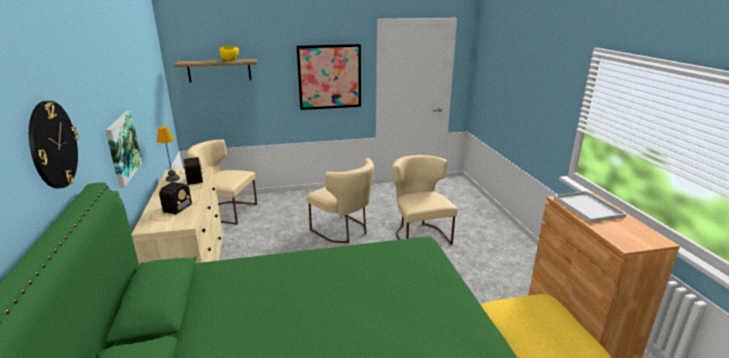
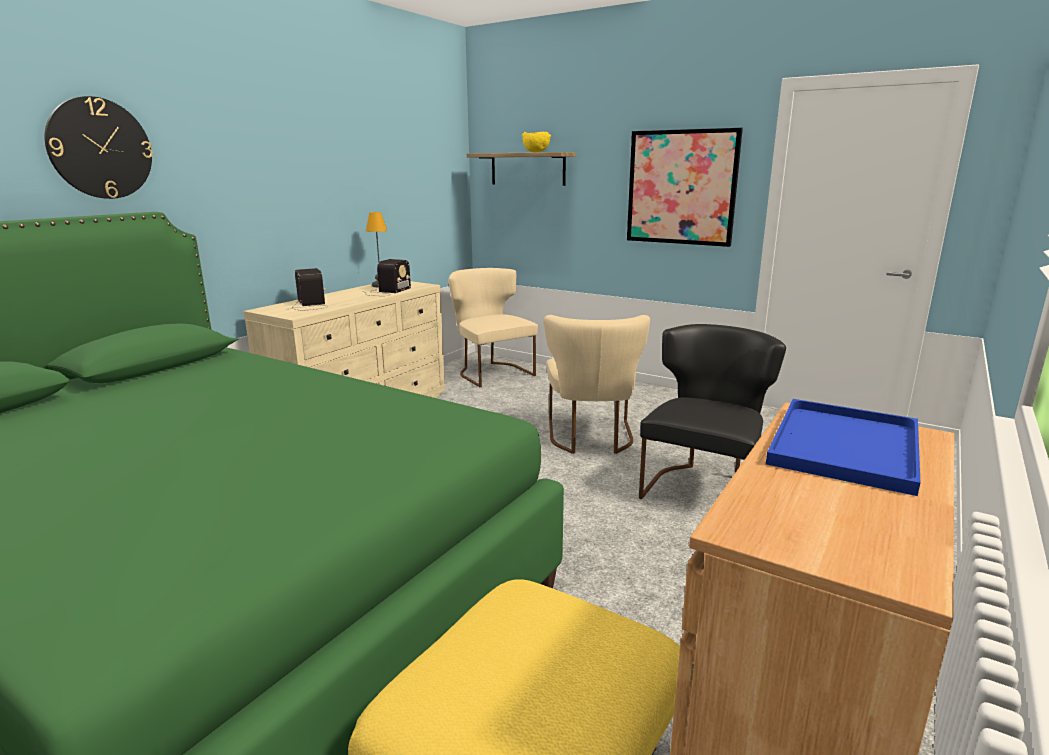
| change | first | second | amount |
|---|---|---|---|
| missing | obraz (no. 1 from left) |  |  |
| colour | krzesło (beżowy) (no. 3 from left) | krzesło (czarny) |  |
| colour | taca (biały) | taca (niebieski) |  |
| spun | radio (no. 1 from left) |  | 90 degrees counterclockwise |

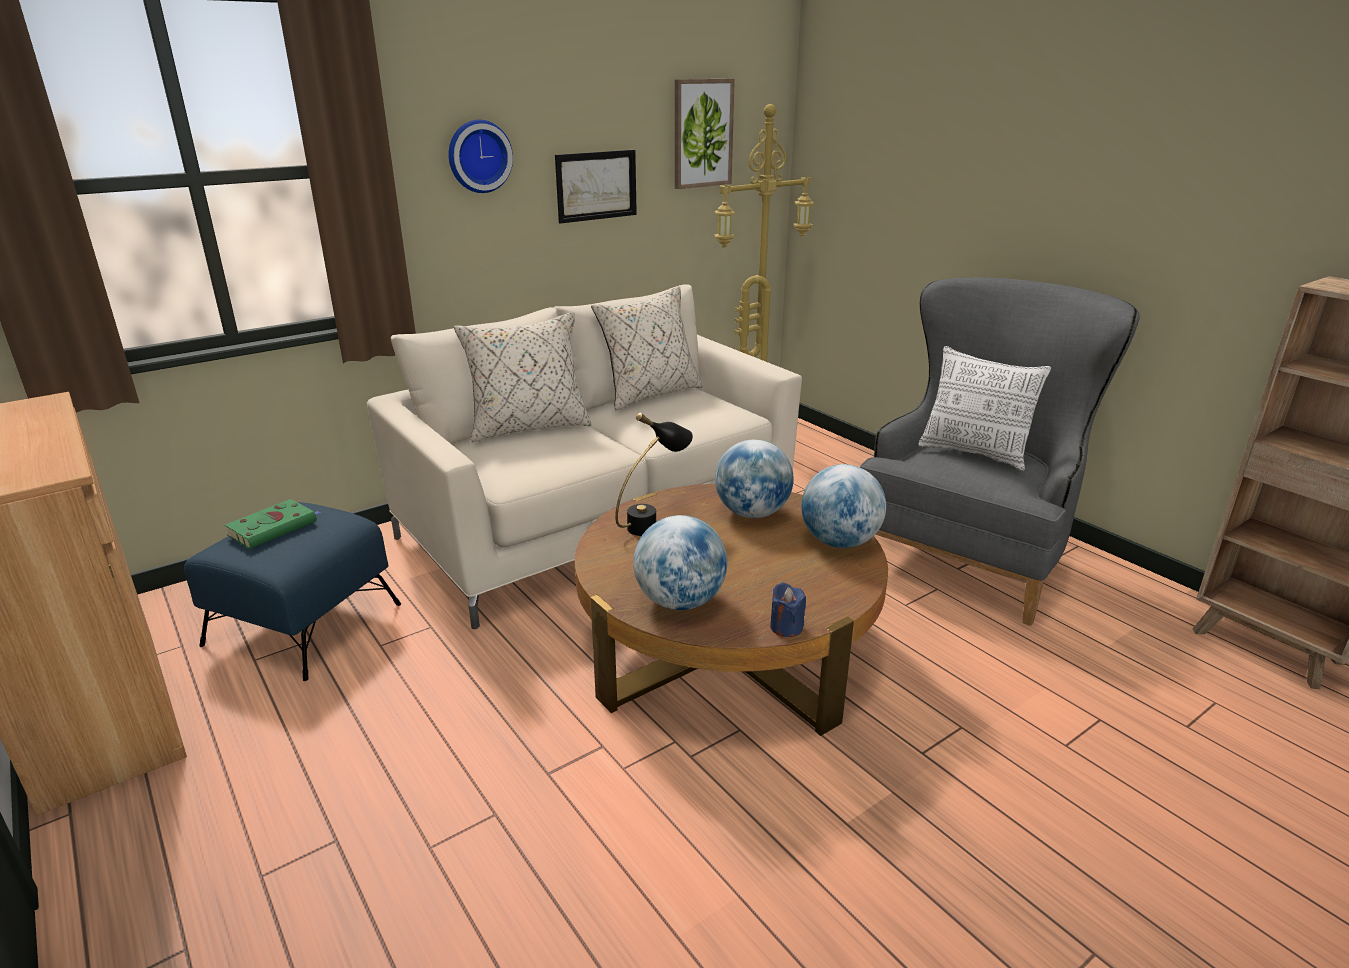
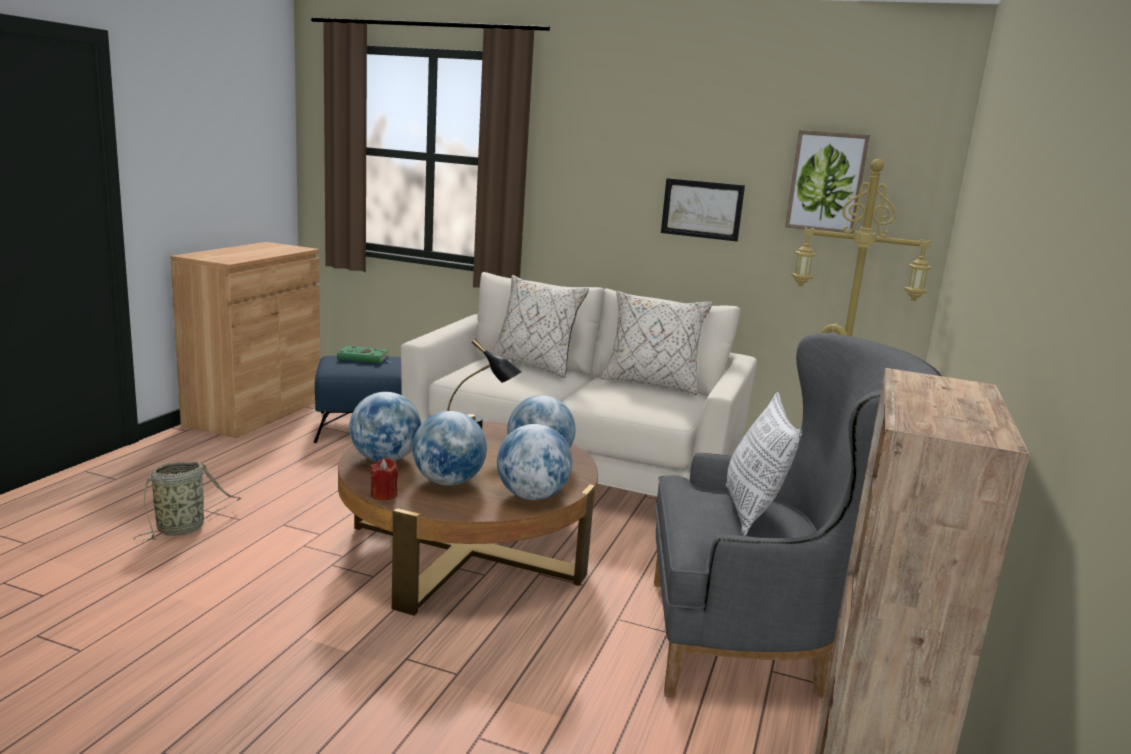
| change | first | second | amount |
|---|---|---|---|
| missing | zegar ścienny |  |  |
| appeared |  | koszyk |  |
| appeared |  | globus (no. 2 from left) |  |
| colour | świeca (niebieski) | świeca (czerwony) |  |

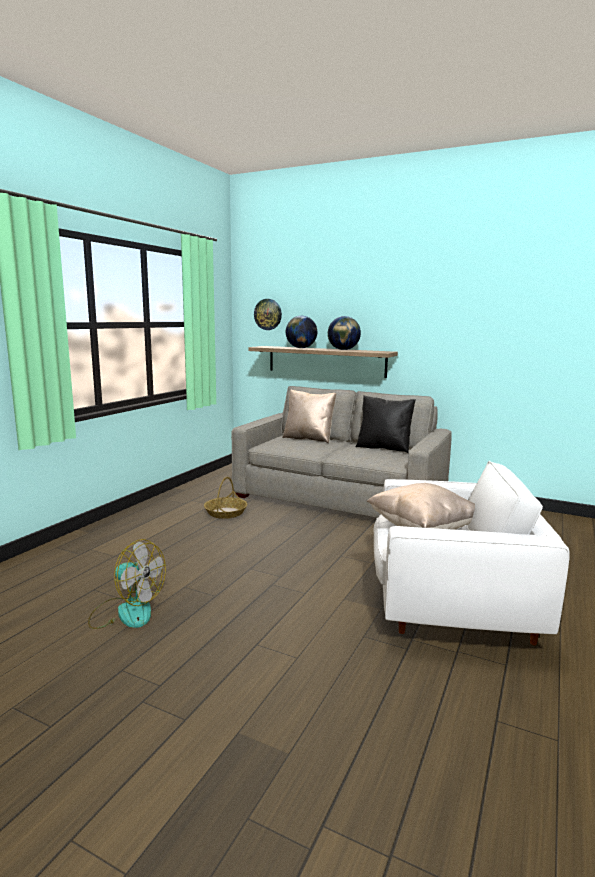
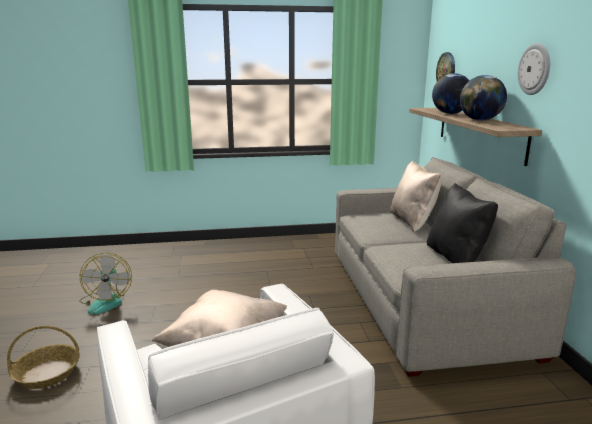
| change | first | second | amount |
|---|---|---|---|
| appeared |  | zegar ścienny (no. 2 from left) |  |
| relocated | koszyk |  |  |

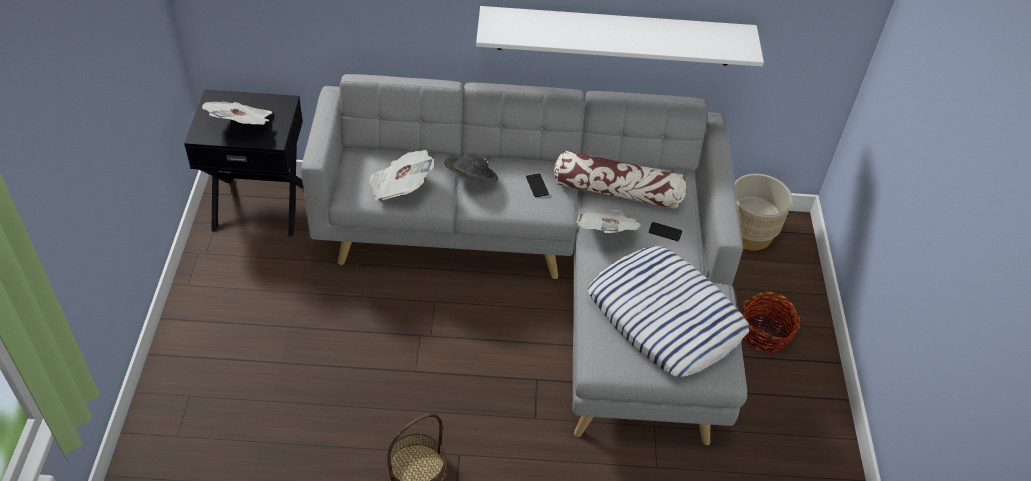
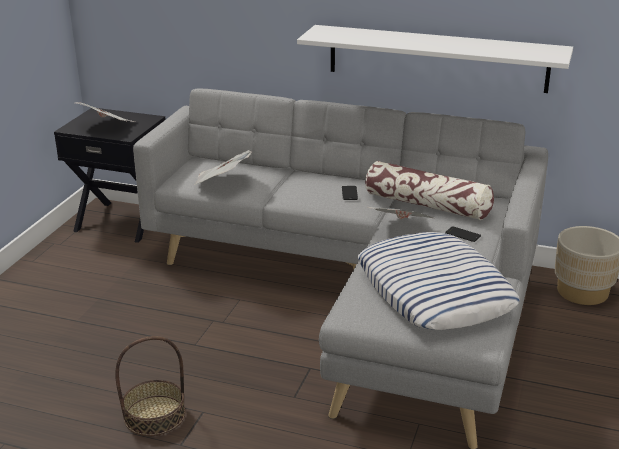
| change | first | second | amount |
|---|---|---|---|
| missing | kapelusz (szary) |  |  |
| missing | koszyk (no. 2 from left) |  |  |

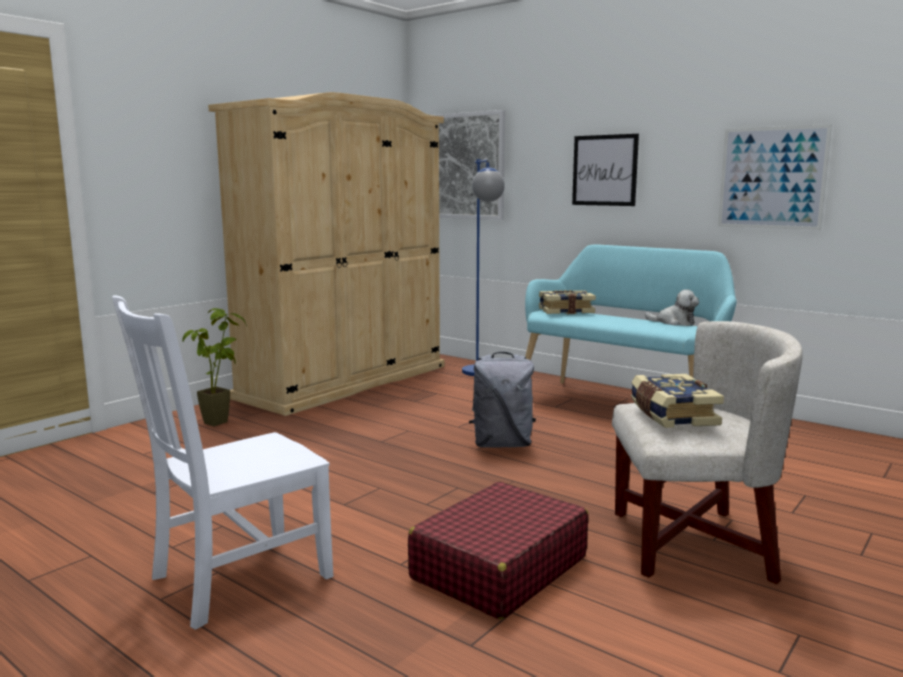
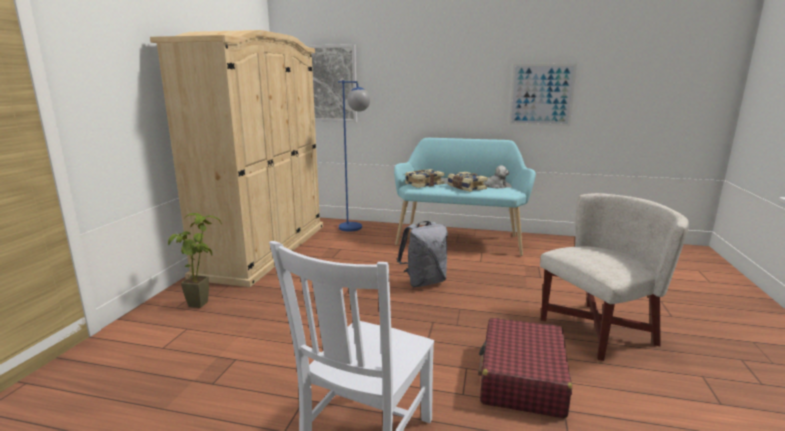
| change | first | second | amount |
|---|---|---|---|
| missing | obraz (no. 2 from left) |  |  |
| relocated | książka (no. 2 from left) |  |  |

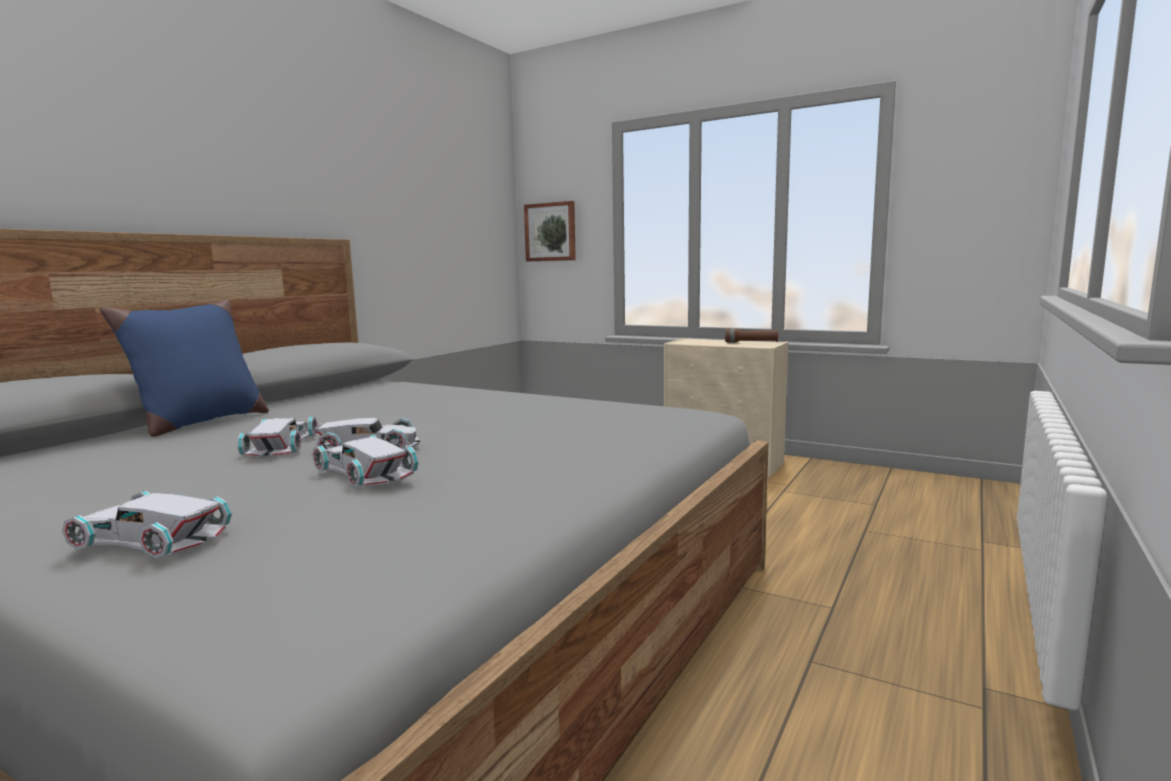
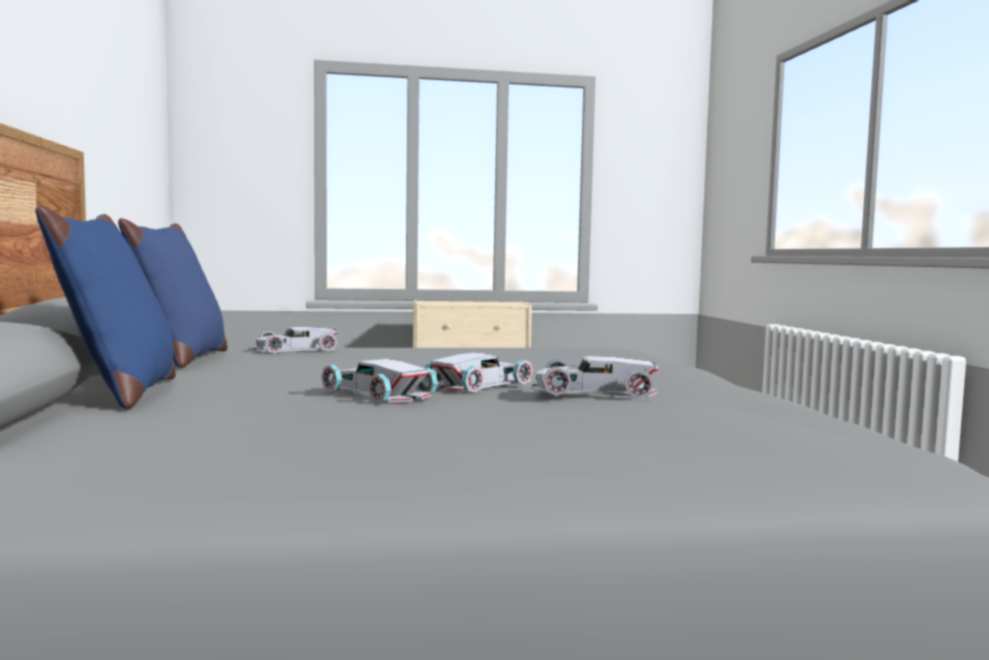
| change | first | second | amount |
|---|---|---|---|
| missing | obraz |  |  |
| missing | latarka (brązowy) |  |  |
| appeared |  | poduszka (niebieski) (no. 2 from left) |  |
| relocated | samochodzik (biały) (no. 1 from left) |  |  |

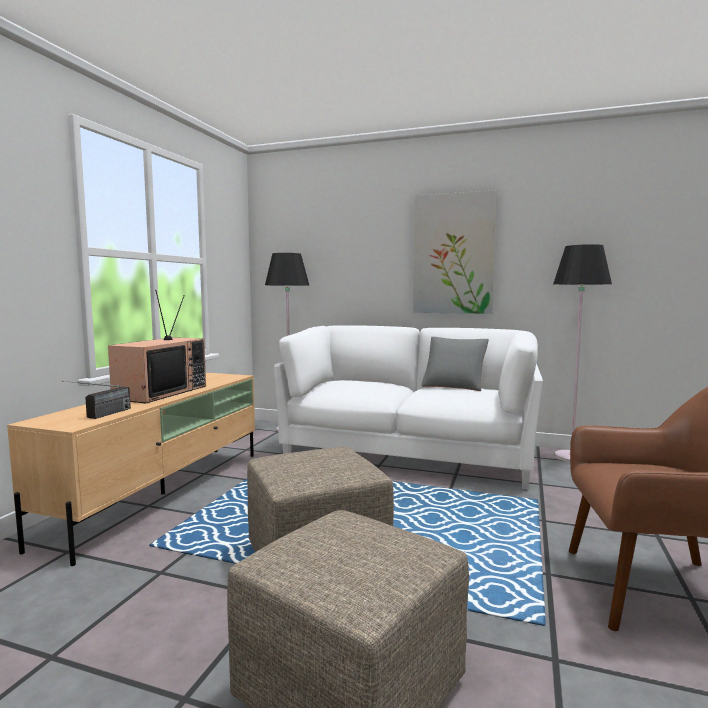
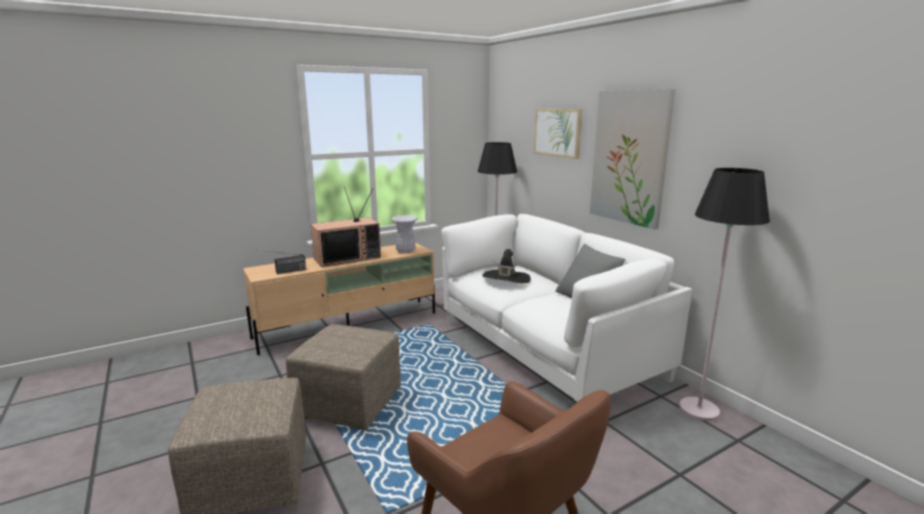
| change | first | second | amount |
|---|---|---|---|
| appeared |  | wazon (biały) |  |
| appeared |  | kapelusz (czarny) |  |
| appeared |  | obraz (no. 1 from left) |  |

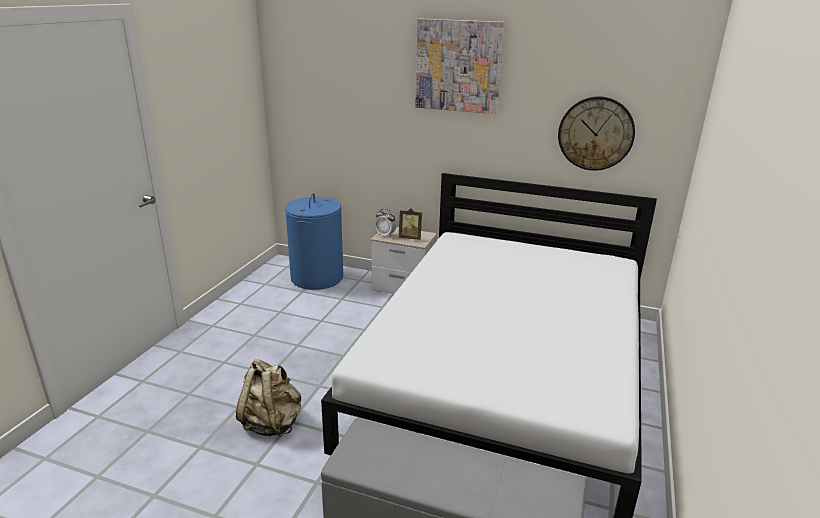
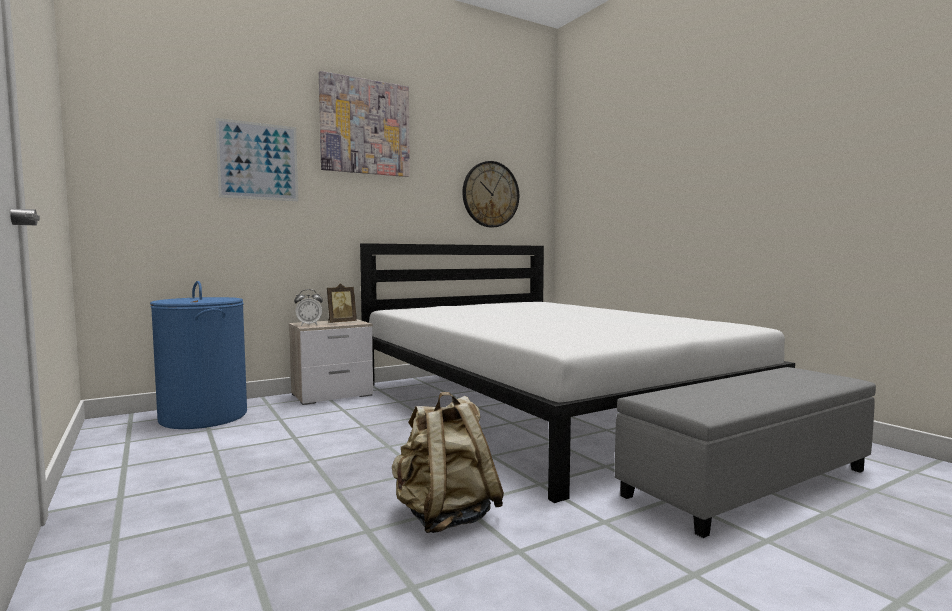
| change | first | second | amount |
|---|---|---|---|
| appeared |  | obraz (no. 1 from left) |  |

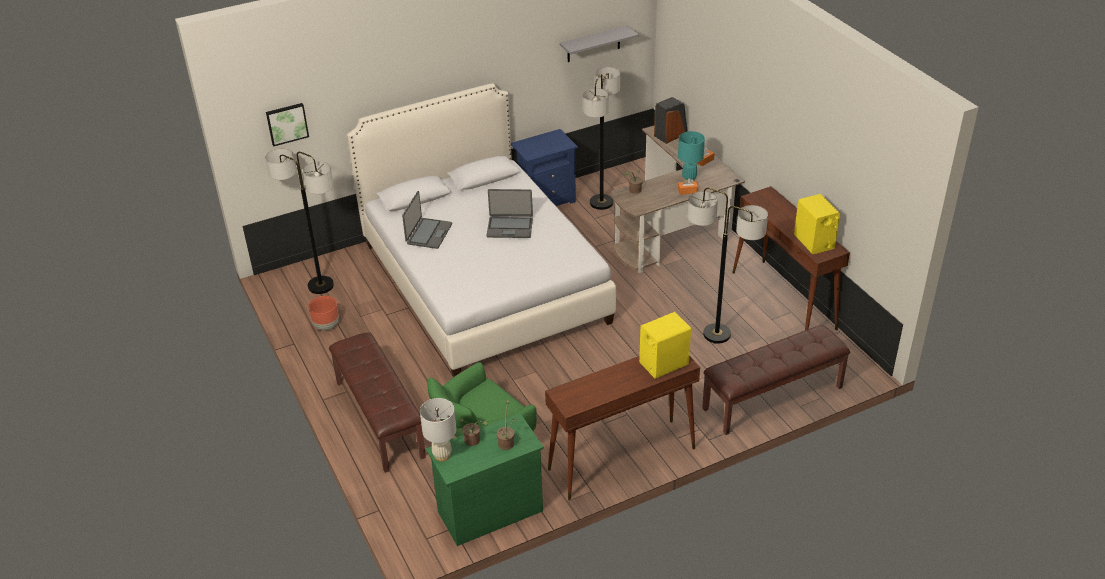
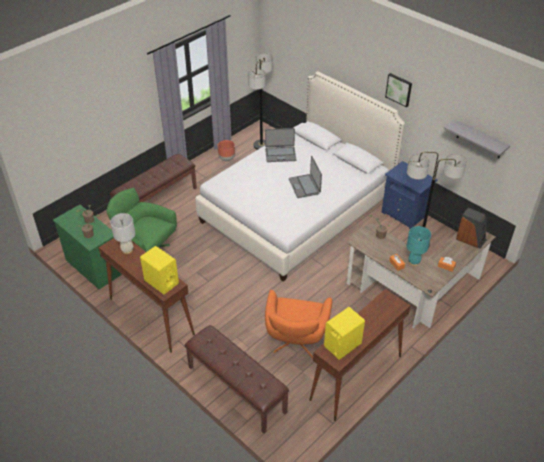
| change | first | second | amount |
|---|---|---|---|
| relocated | obraz |  |  |
| relocated | lampa stołowa (biały) |  |  |
| exchanged | lampa stojąca (no. 3 from left) | fotel (pomarańczowy) |  |

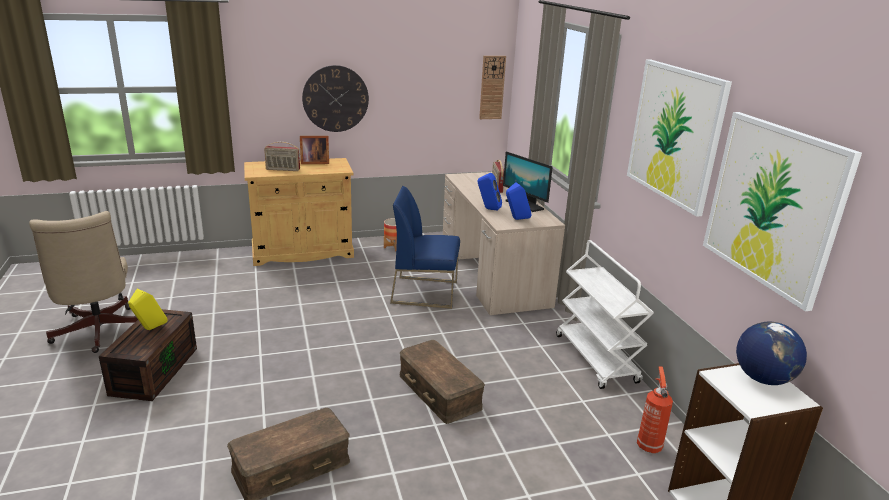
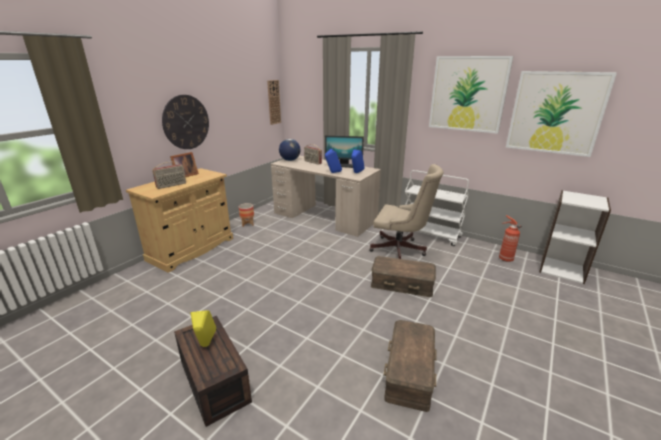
| change | first | second | amount |
|---|---|---|---|
| missing | krzesło (niebieski) |  |  |
| relocated | krzesło biurowe (beżowy) |  |  |
| relocated | globus |  |  |

